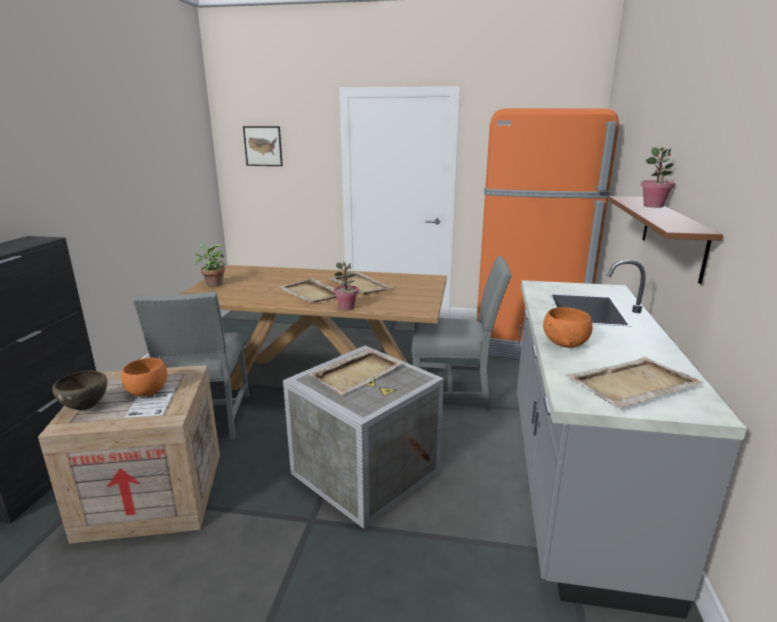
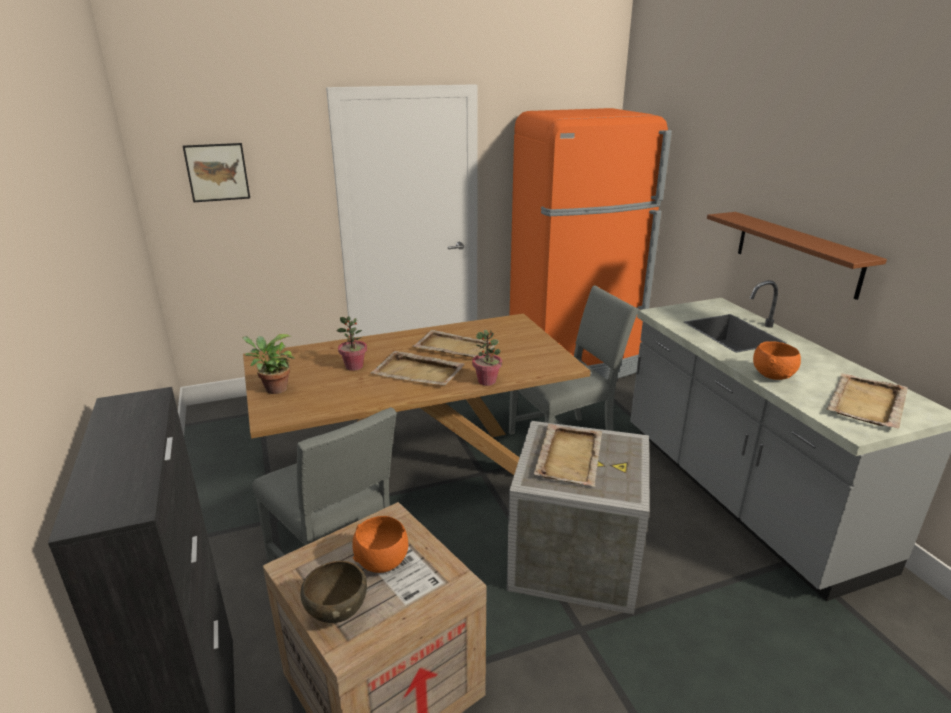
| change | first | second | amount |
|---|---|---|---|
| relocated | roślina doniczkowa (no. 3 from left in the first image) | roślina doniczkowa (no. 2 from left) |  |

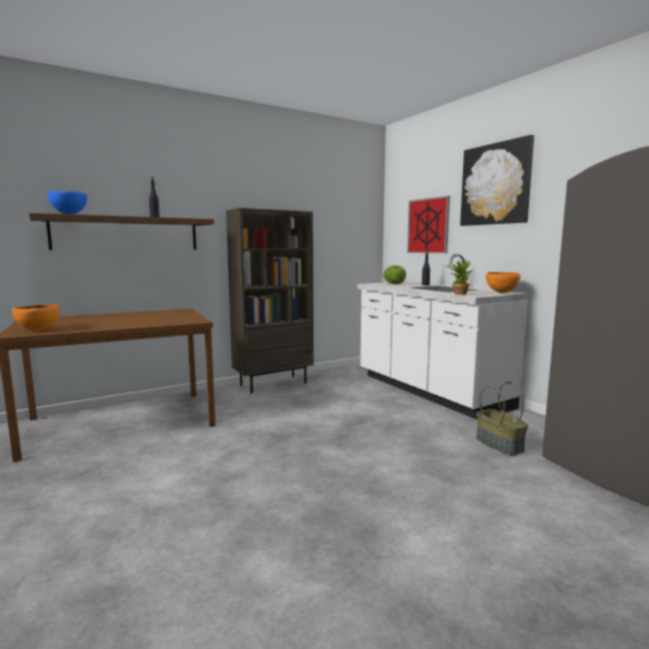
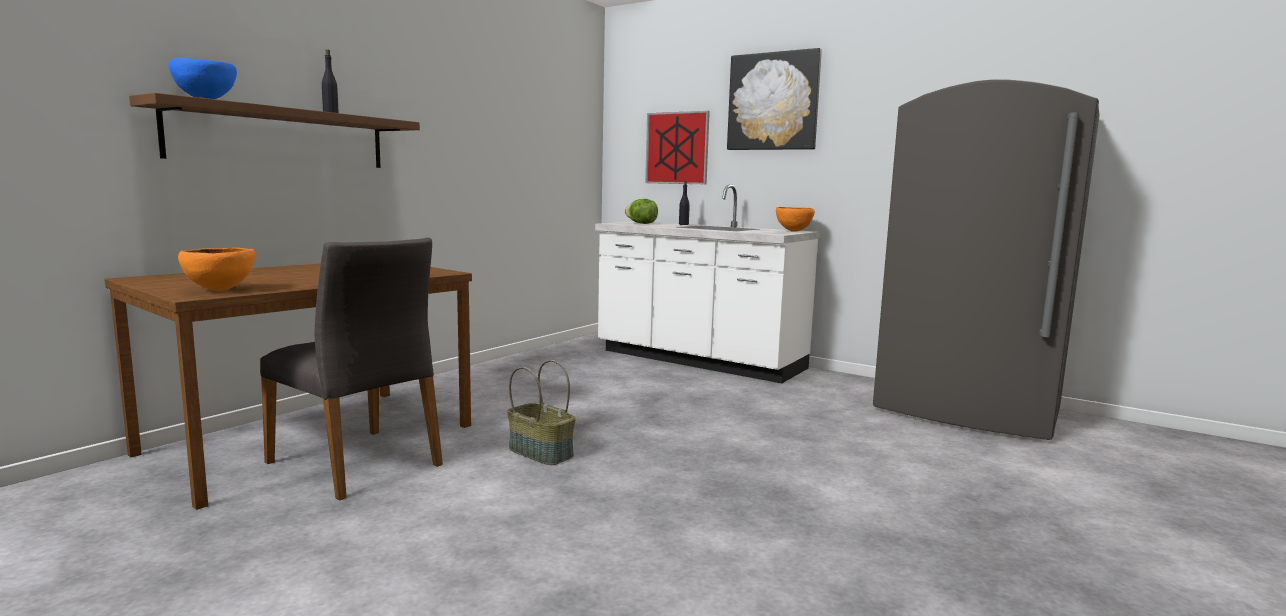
| change | first | second | amount |
|---|---|---|---|
| missing | regał (brązowy) |  |  |
| missing | roślina doniczkowa |  |  |
| appeared |  | krzesło (szary) |  |
| relocated | koszyk |  |  |

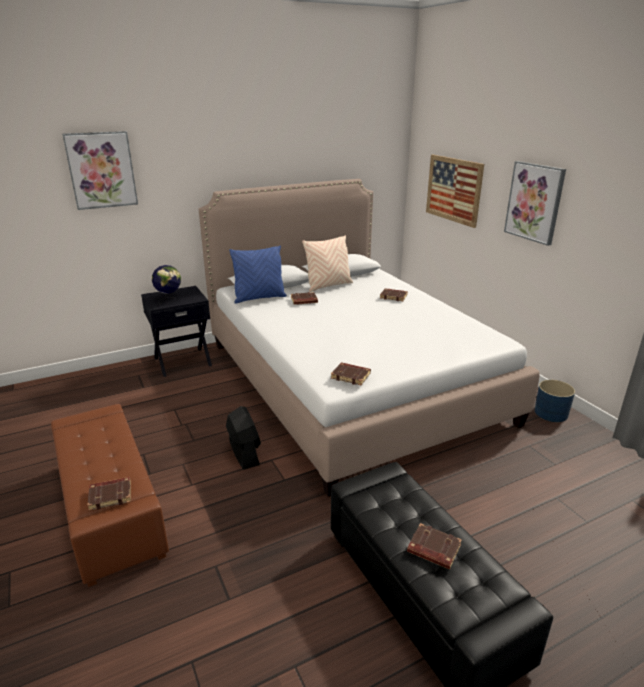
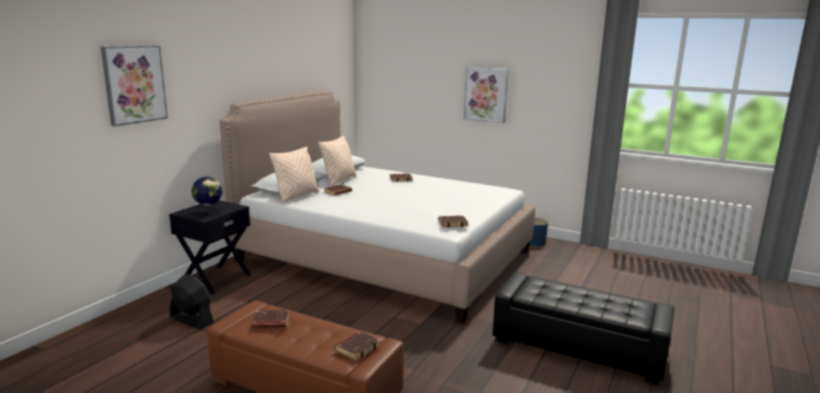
| change | first | second | amount |
|---|---|---|---|
| missing | obraz (no. 2 from left) |  |  |
| relocated | wentylator (czarny) |  |  |
| relocated | książka (brązowy) (no. 5 from left in the first image) | książka (brązowy) (no. 1 from left) |  |
| colour | poduszka (niebieski) | poduszka (beżowy) (no. 1 from left) |  |

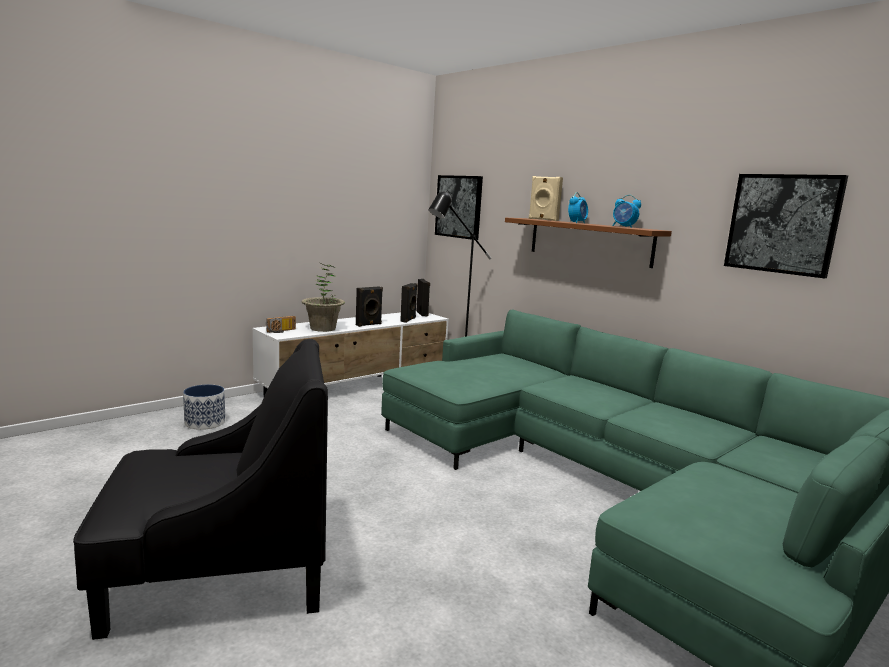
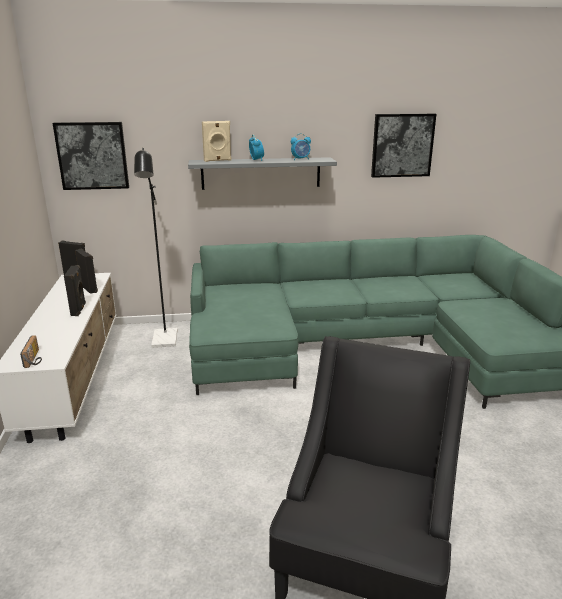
| change | first | second | amount |
|---|---|---|---|
| missing | donica |  |  |
| missing | roślina doniczkowa |  |  |
| colour | półka (brązowy) | półka (szary) |  |

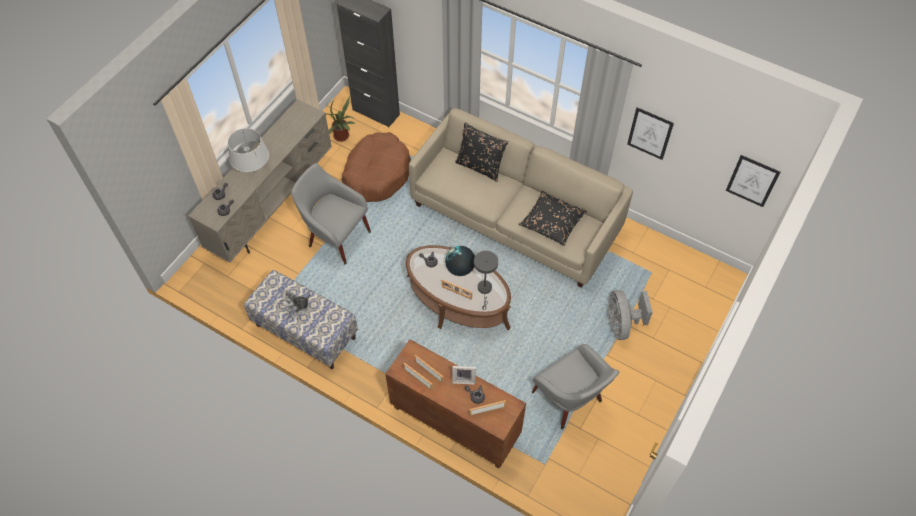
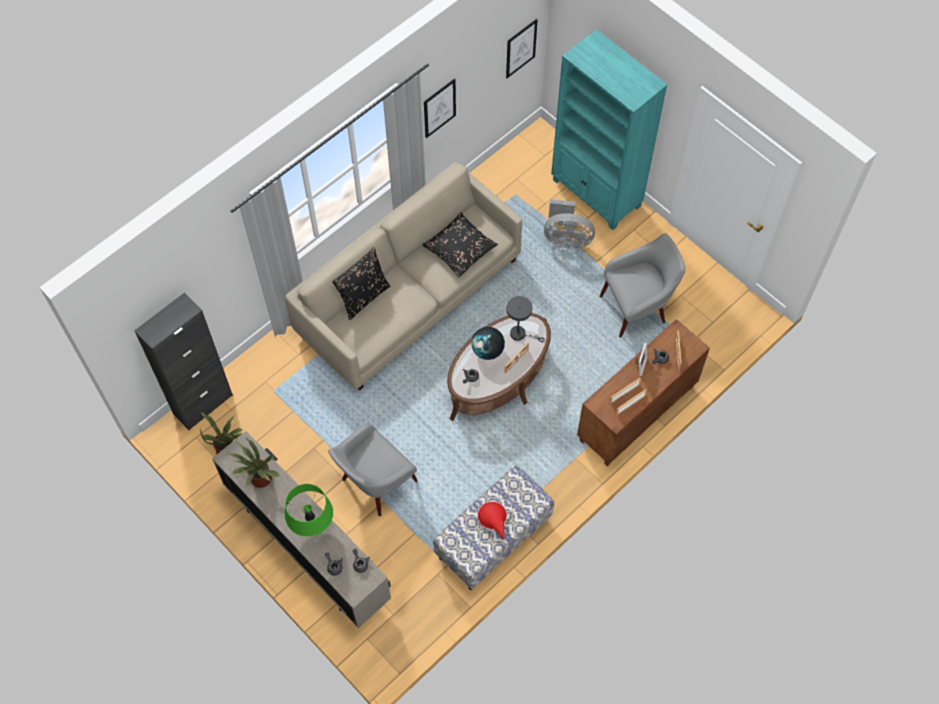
| change | first | second | amount |
|---|---|---|---|
| missing | legowisko (brązowy) |  |  |
| appeared |  | roślina doniczkowa (no. 2 from left) |  |
| appeared |  | regał (turkusowy) |  |
| exchanged | pluszak | kapelusz (czerwony) |  |
| colour | lampa stołowa (szary) (no. 1 from left) | lampa stołowa (zielony) |  |

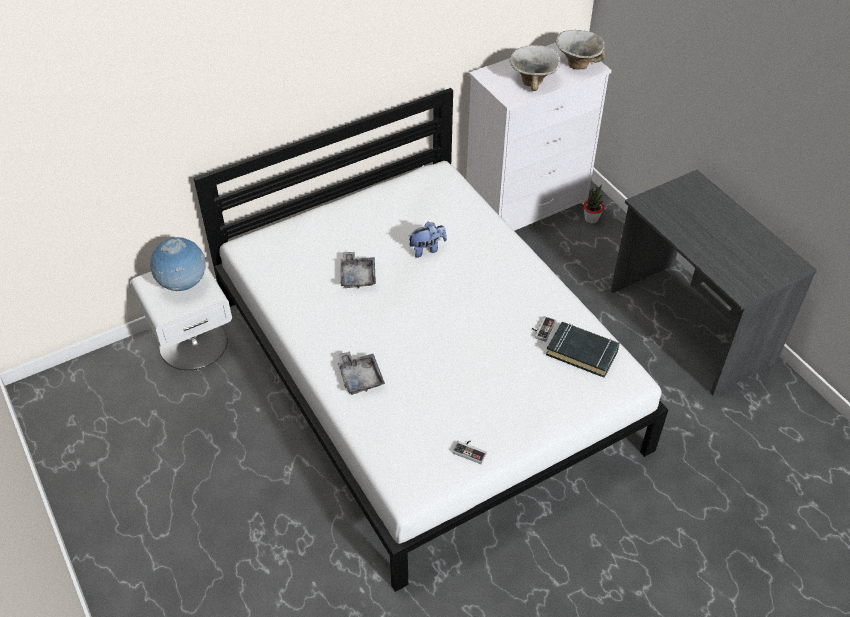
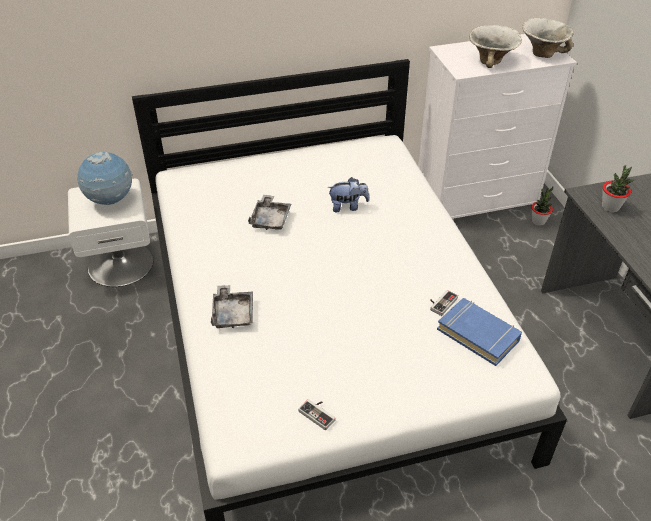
| change | first | second | amount |
|---|---|---|---|
| appeared |  | roślina doniczkowa (no. 2 from left) |  |
| colour | książka (czarny) | książka (niebieski) |  |

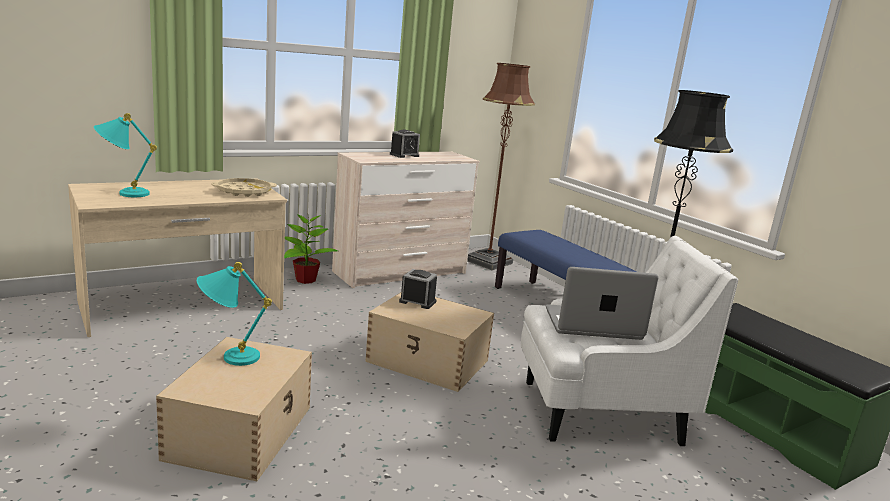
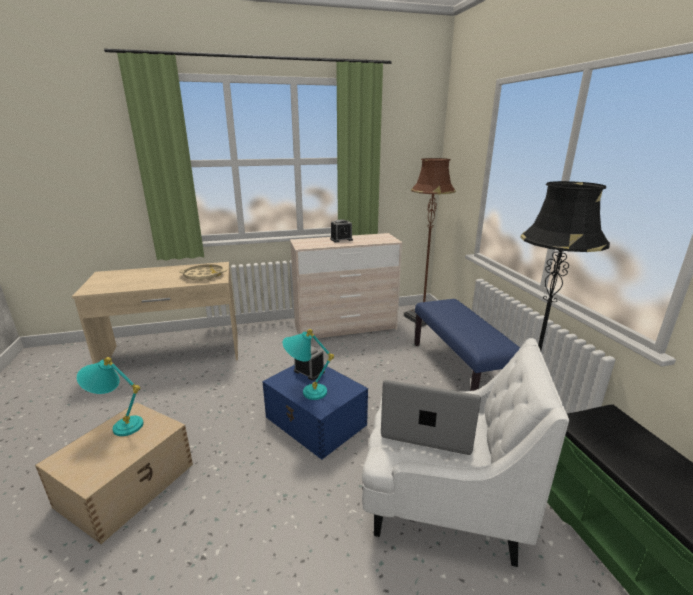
| change | first | second | amount |
|---|---|---|---|
| missing | roślina doniczkowa |  |  |
| relocated | lampa stołowa (turkusowy) (no. 1 from left in the first image) | lampa stołowa (turkusowy) (no. 2 from left) |  |
| colour | pojemnik do przechowywania (beżowy) (no. 2 from left) | pojemnik do przechowywania (niebieski) |  |

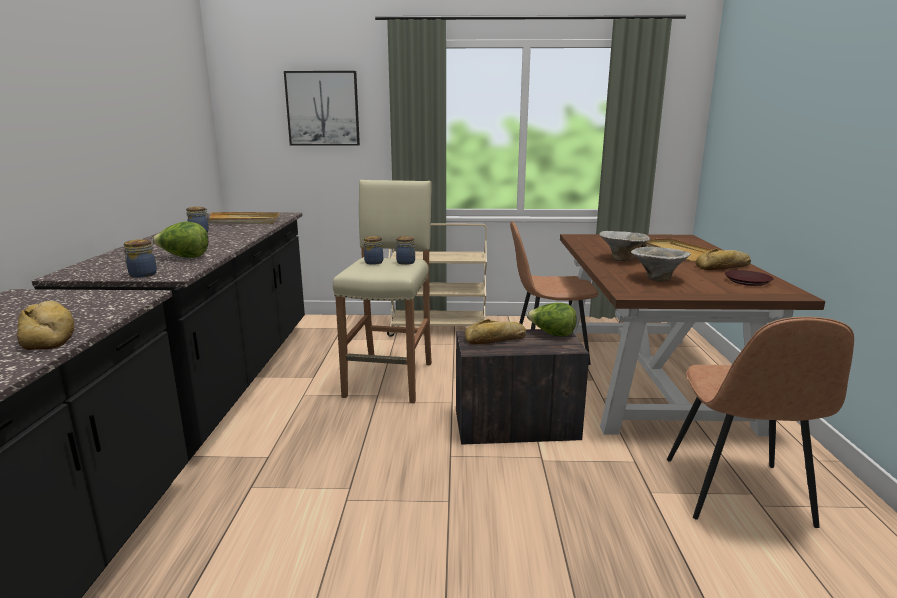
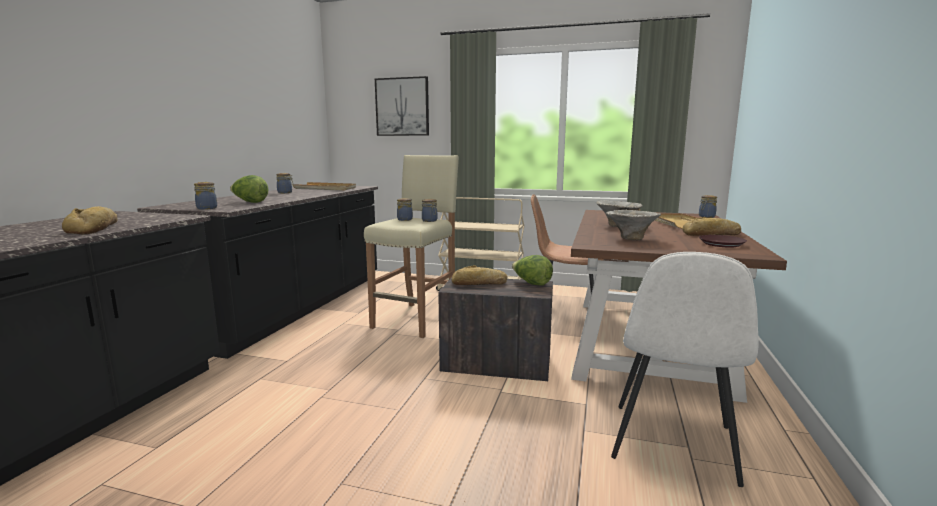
| change | first | second | amount |
|---|---|---|---|
| appeared |  | słoik (no. 5 from left) |  |
| colour | krzesło (brązowy) (no. 2 from left) | krzesło (biały) |  |

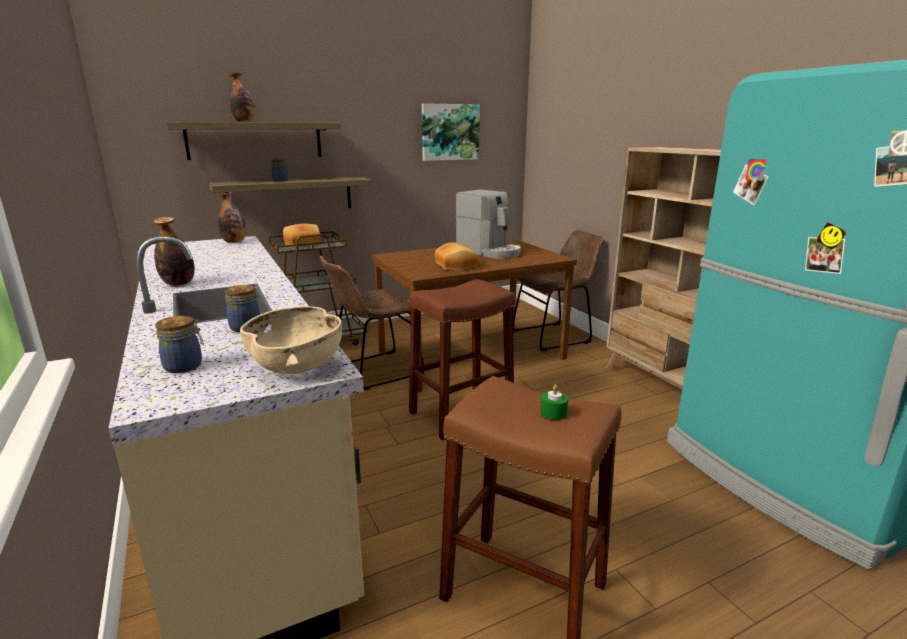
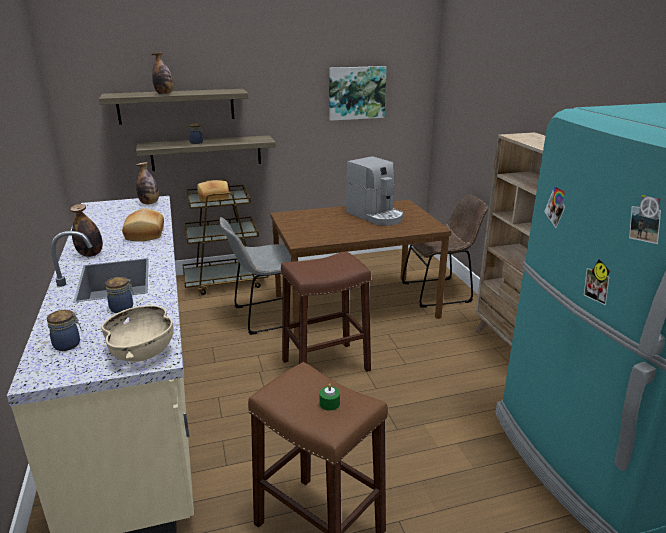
| change | first | second | amount |
|---|---|---|---|
| relocated | chleb (no. 2 from left in the first image) | chleb (no. 1 from left) |  |
| colour | krzesło (brązowy) (no. 1 from left) | krzesło (szary) |  |

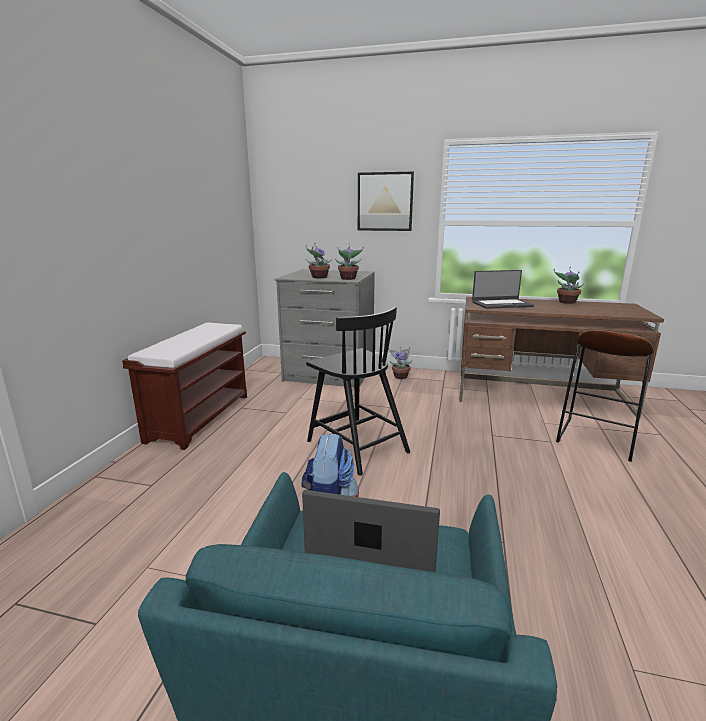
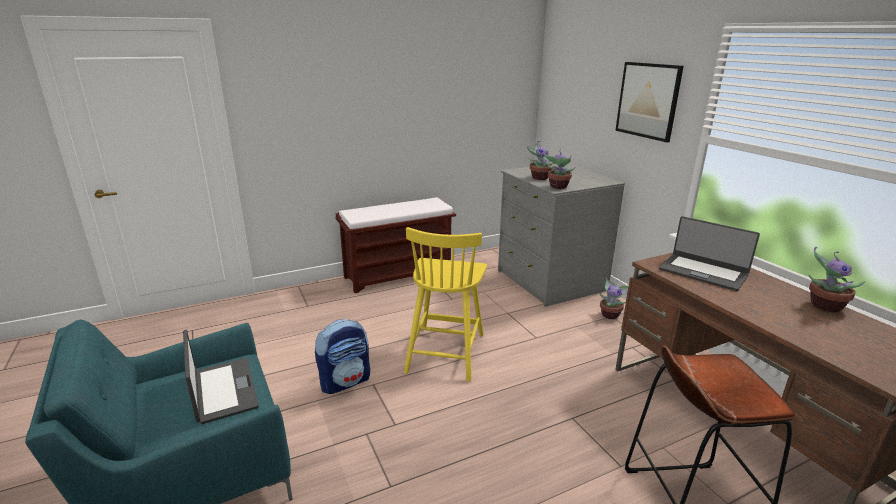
| change | first | second | amount |
|---|---|---|---|
| colour | krzesło (czarny) | krzesło (żółty) |  |

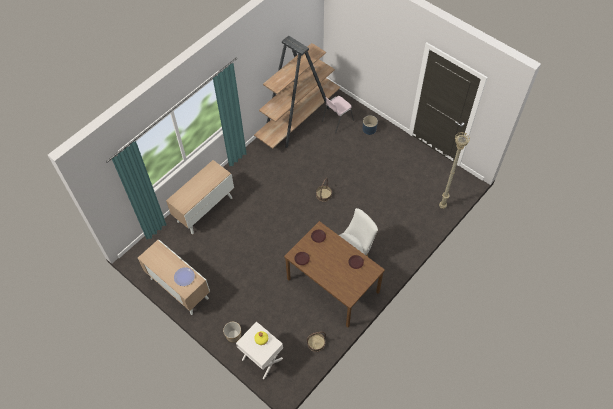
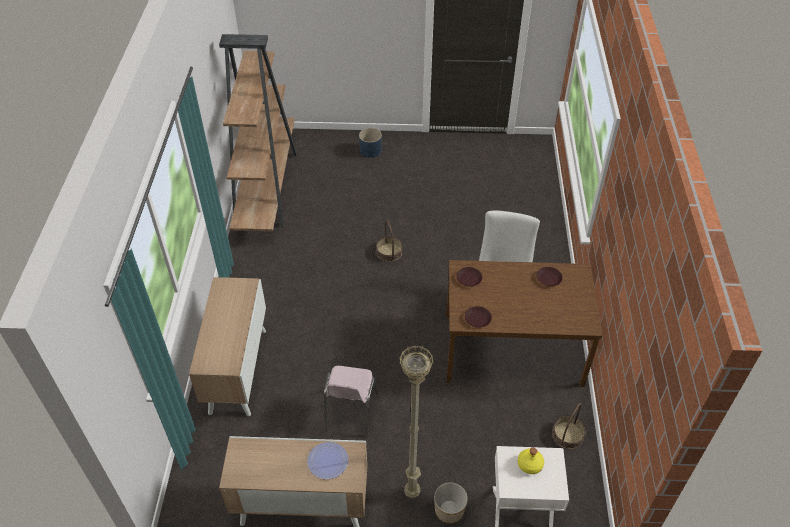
| change | first | second | amount |
|---|---|---|---|
| relocated | krzesło (różowy) |  |  |
| relocated | lampa stojąca (beżowy) |  |  |

